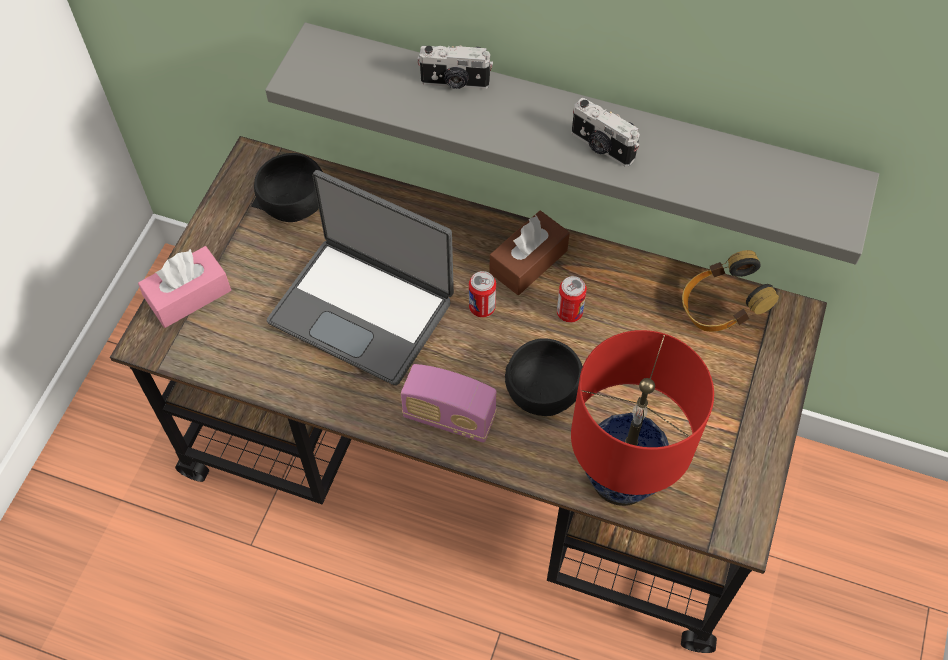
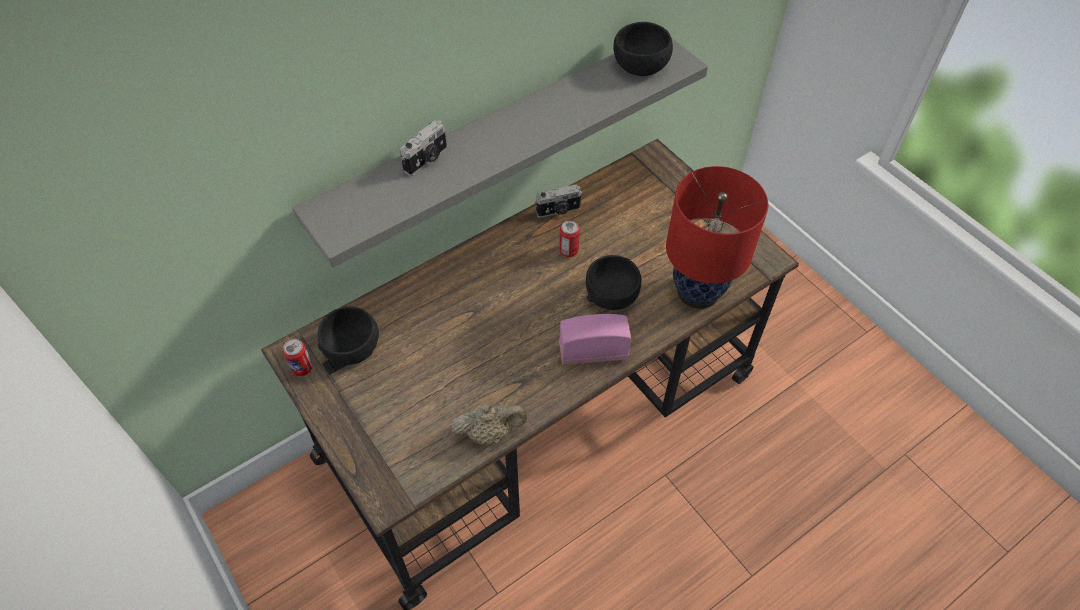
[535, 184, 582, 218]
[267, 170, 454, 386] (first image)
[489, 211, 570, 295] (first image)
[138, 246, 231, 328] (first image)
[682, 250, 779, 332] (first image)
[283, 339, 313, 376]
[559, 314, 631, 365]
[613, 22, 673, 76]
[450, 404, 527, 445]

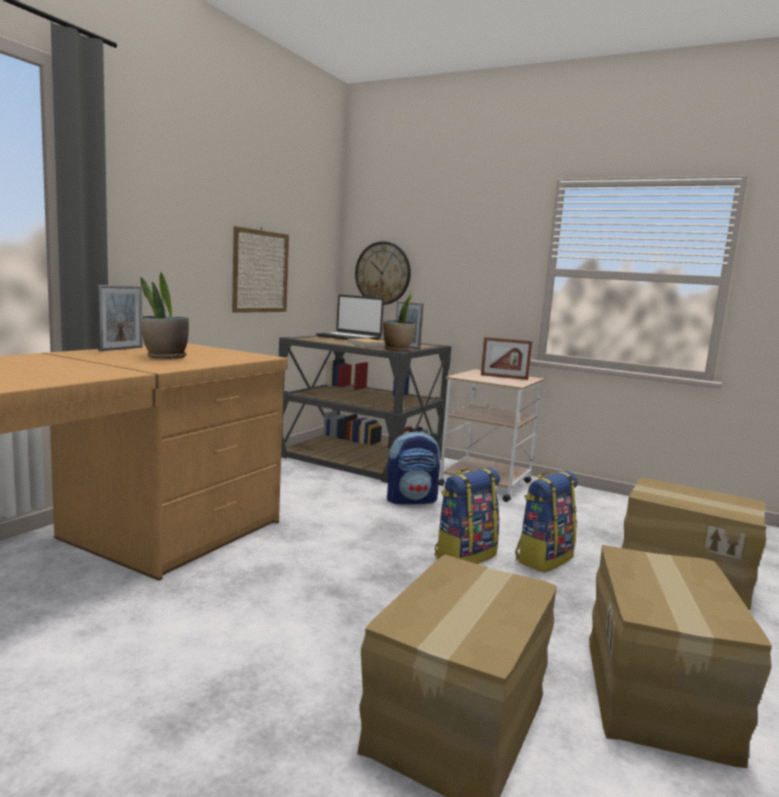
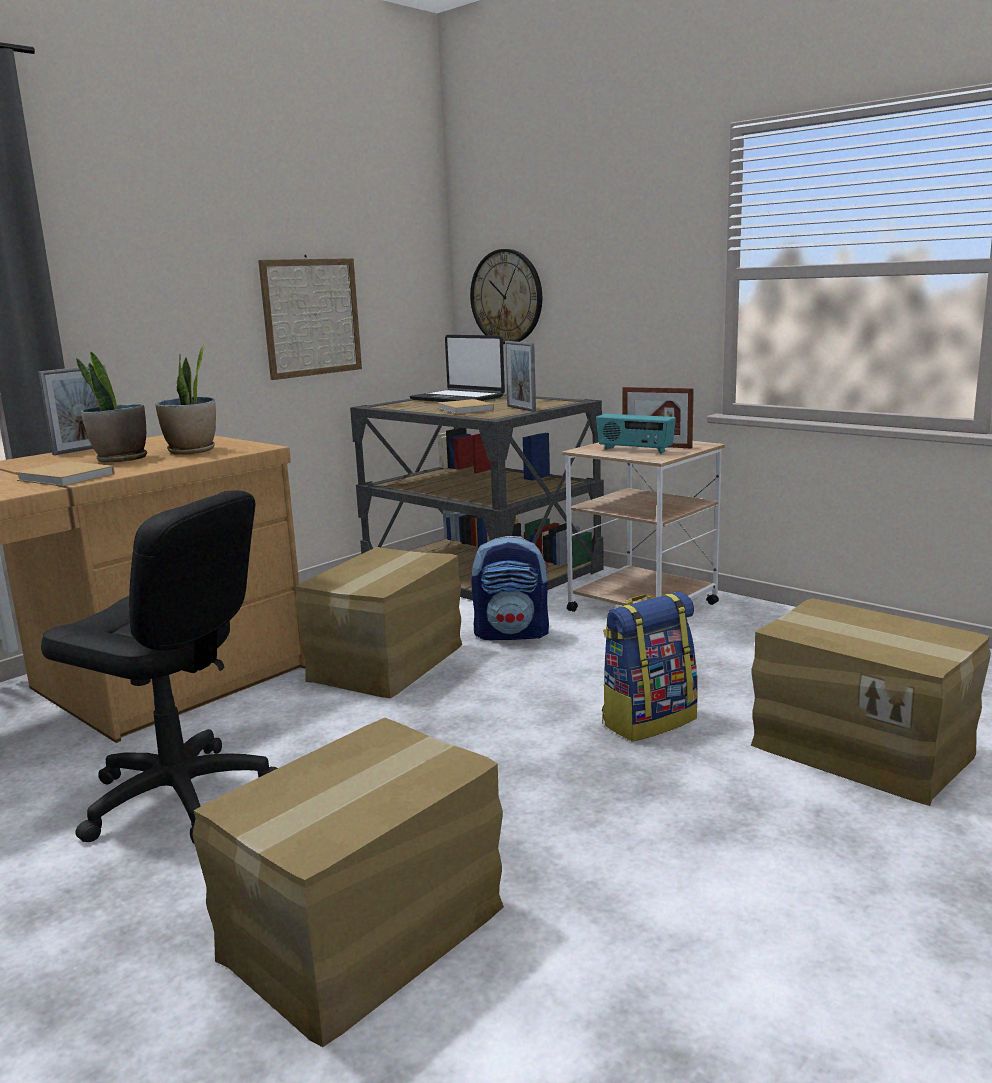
[155, 343, 216, 455]
[435, 468, 500, 564] (first image)
[295, 547, 462, 698]
[596, 414, 676, 454]
[16, 461, 115, 486]
[41, 490, 278, 845]

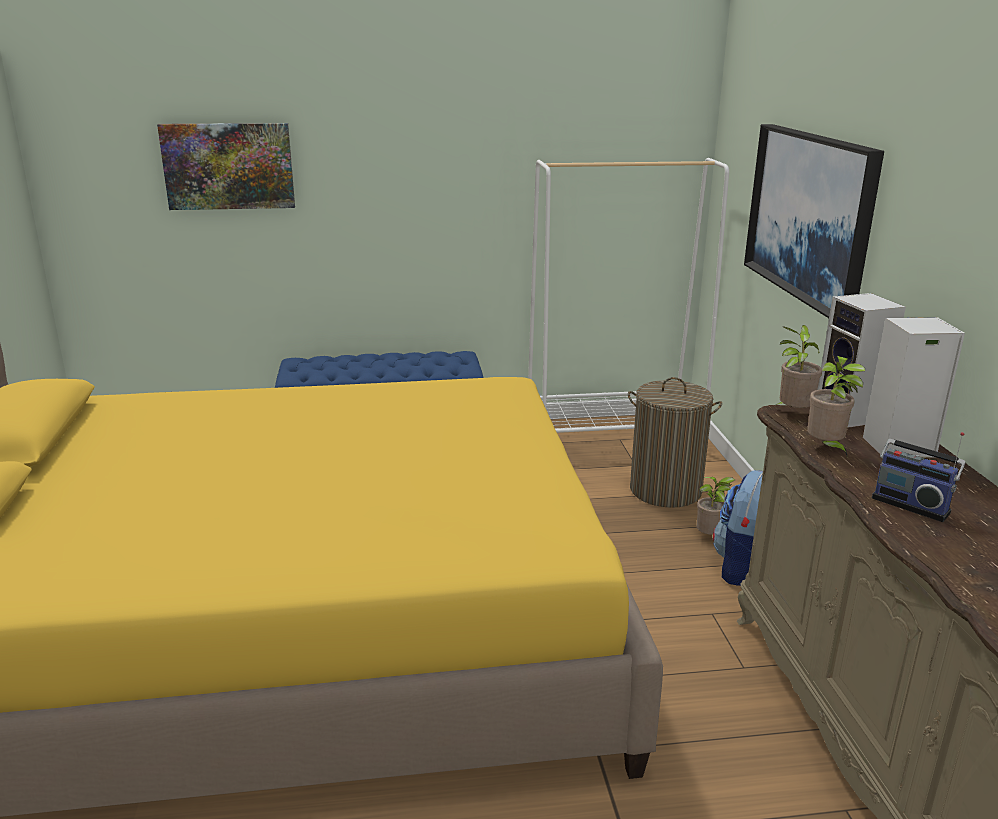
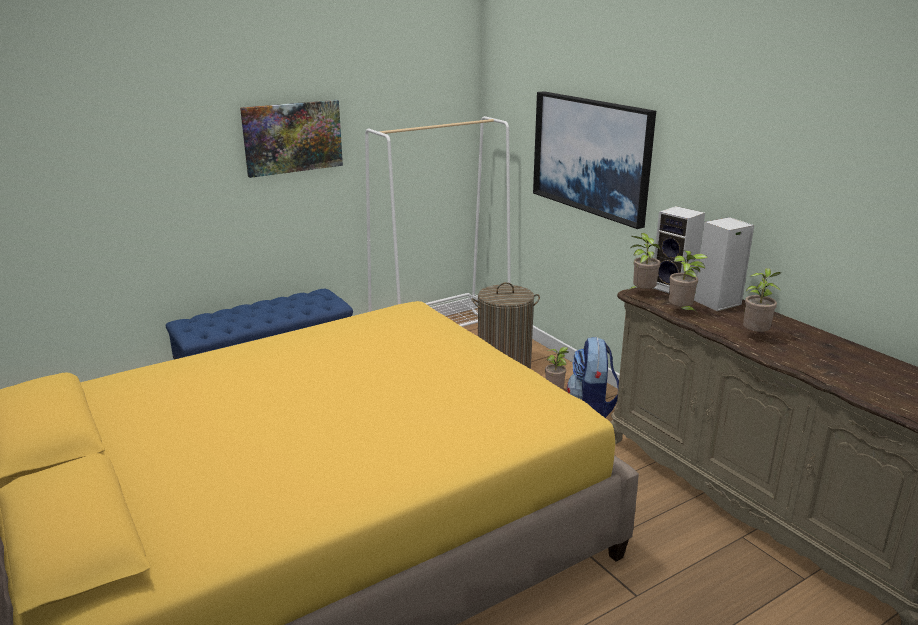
[240, 100, 343, 178]
[743, 268, 781, 332]

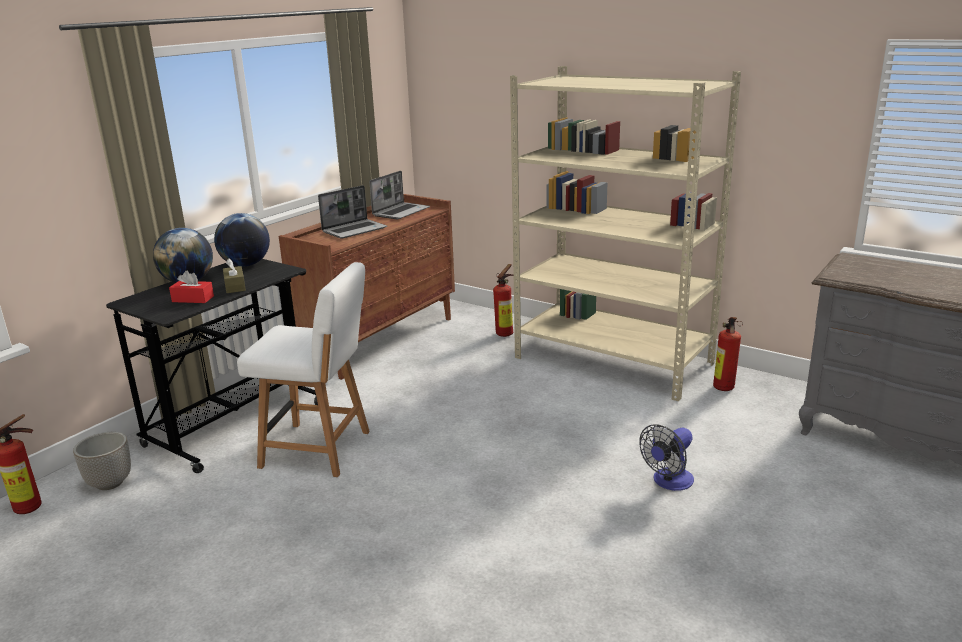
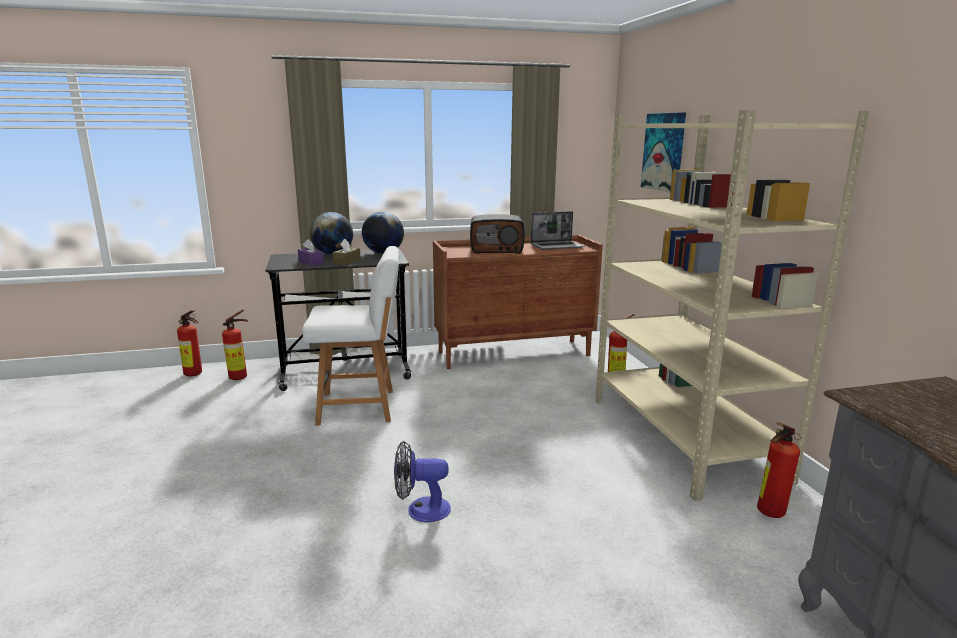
[470, 214, 525, 254]
[302, 246, 399, 426]
[298, 239, 324, 266]
[394, 441, 451, 522]
[222, 309, 248, 380]
[641, 112, 686, 193]

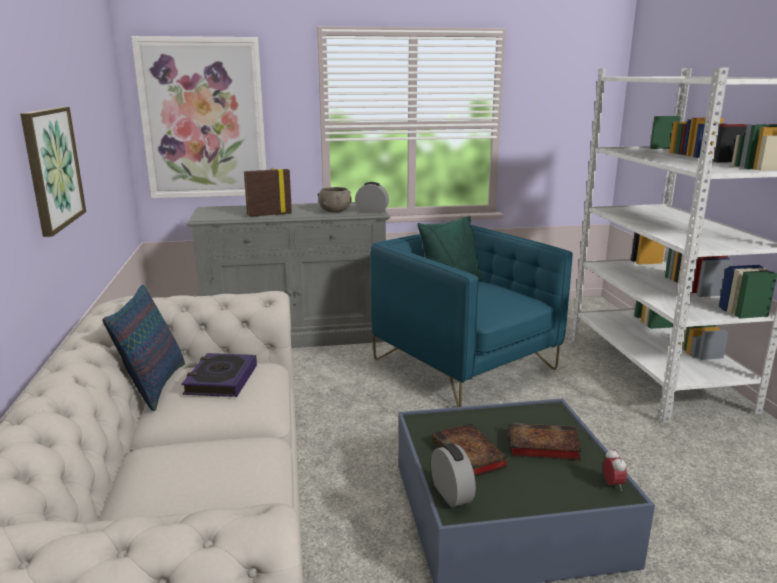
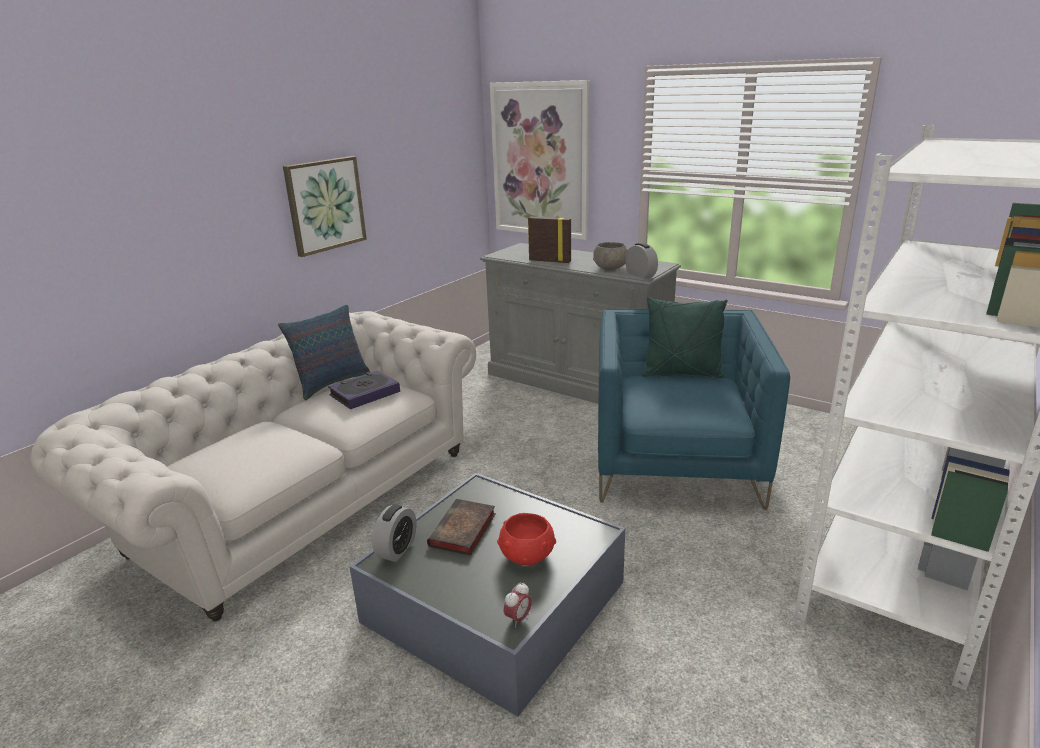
[497, 513, 556, 565]

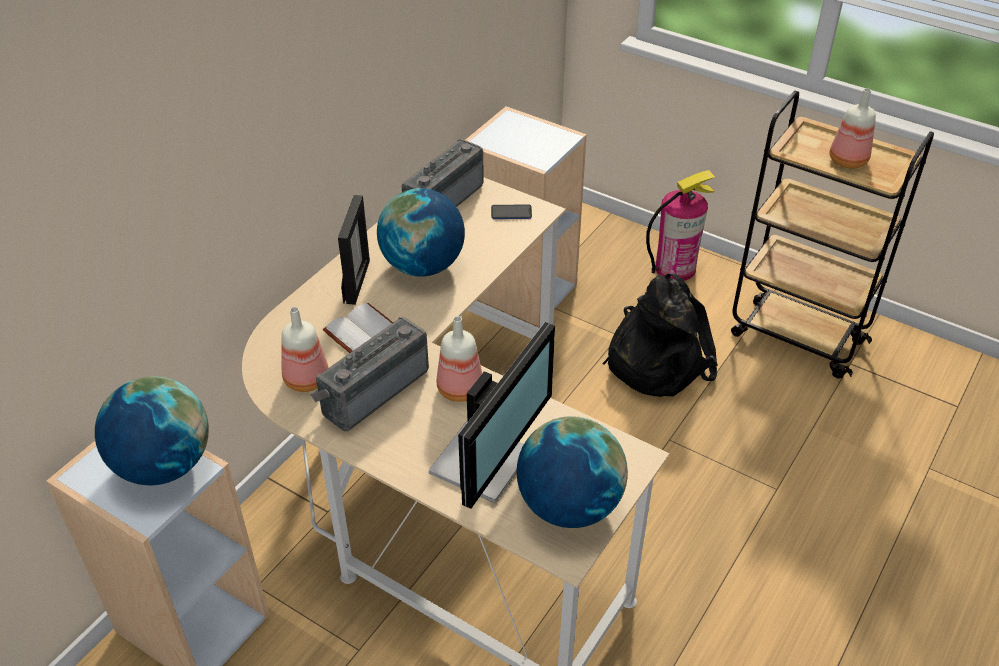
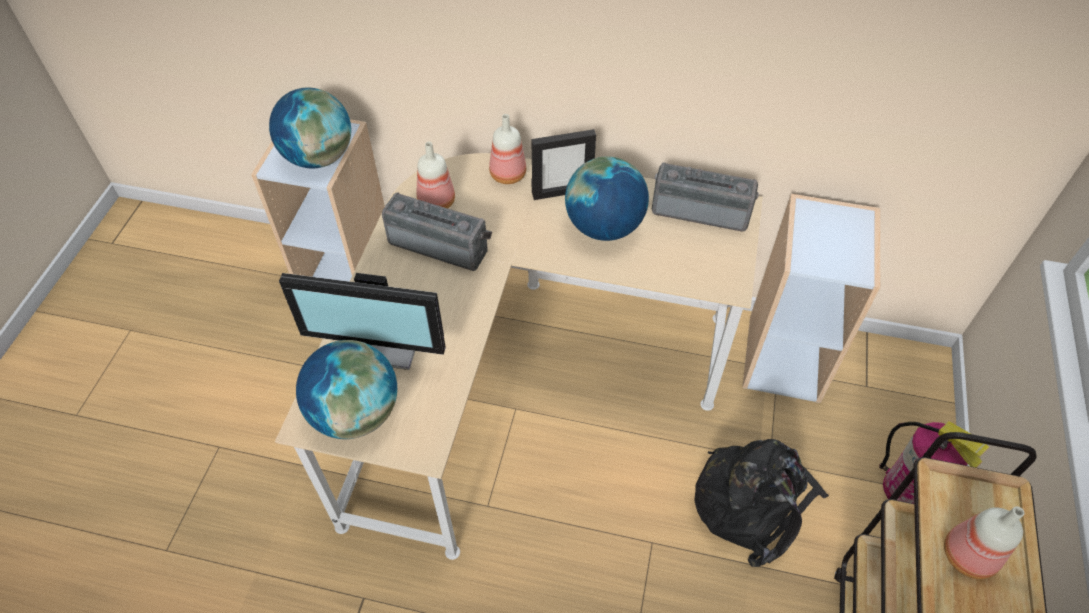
[491, 204, 532, 219] (first image)
[323, 303, 393, 353] (first image)
[489, 114, 526, 184]

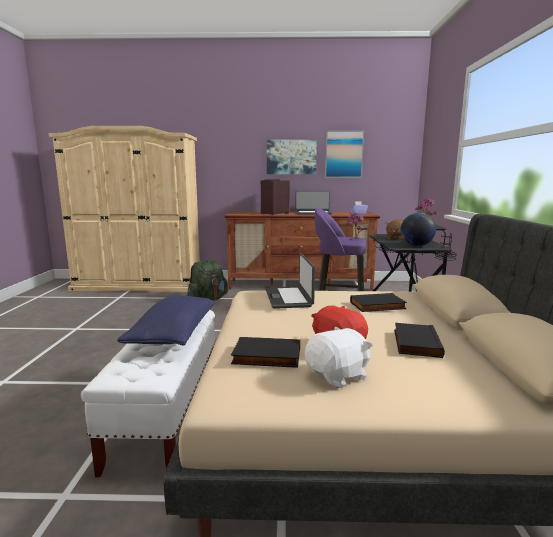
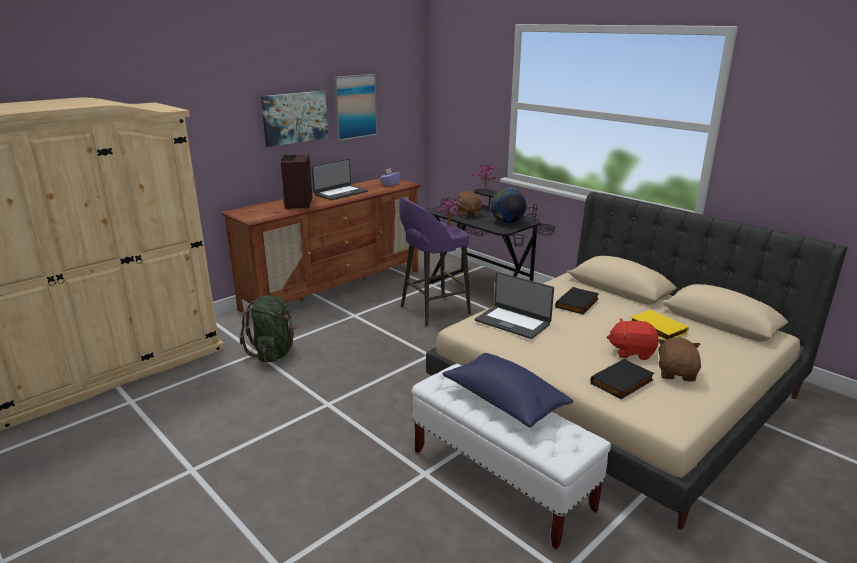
[631, 310, 689, 340]
[658, 337, 701, 382]

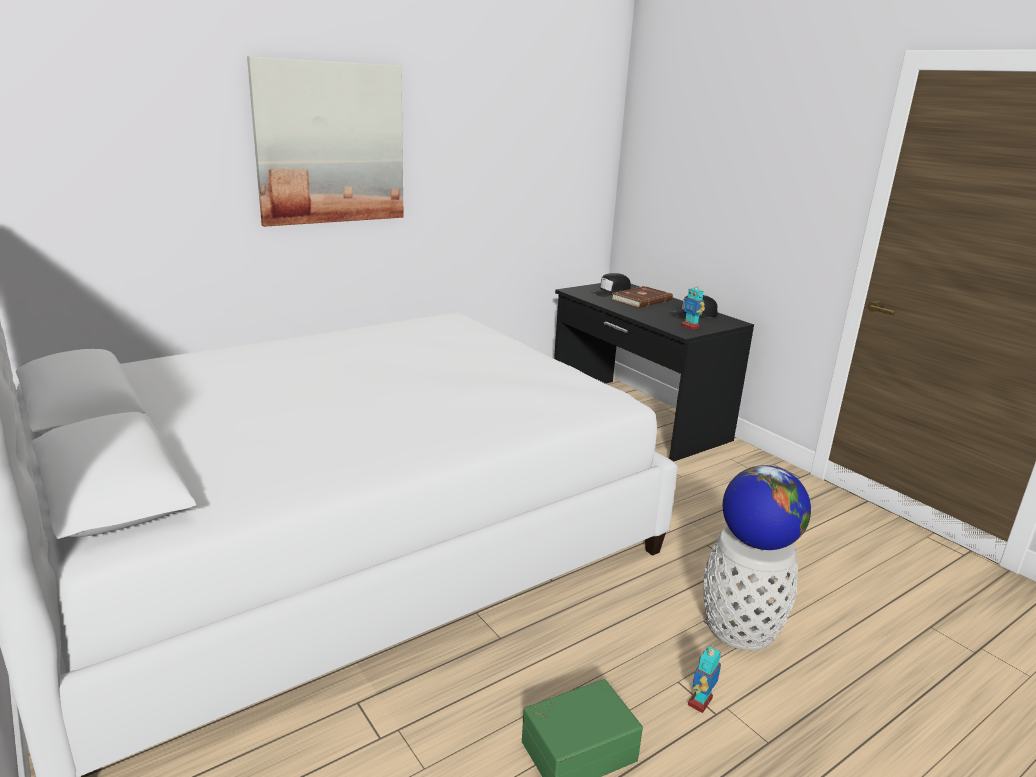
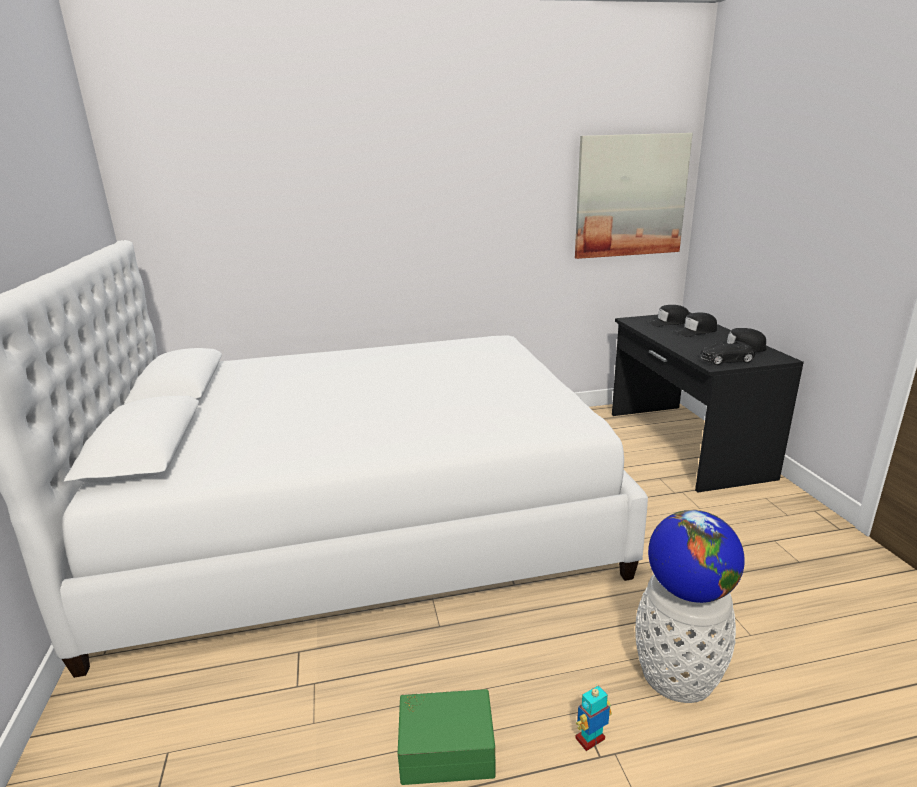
[575, 133, 693, 259]
[700, 341, 755, 365]
[672, 313, 717, 337]

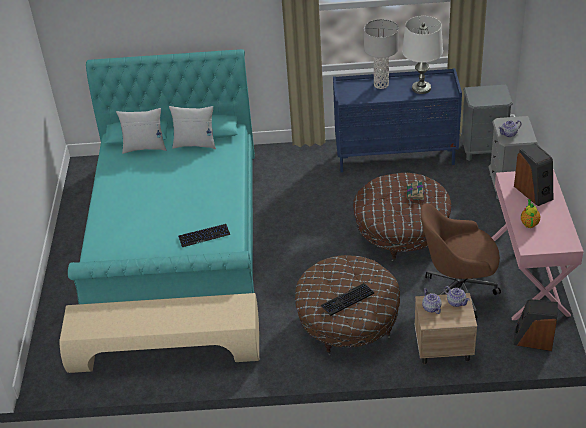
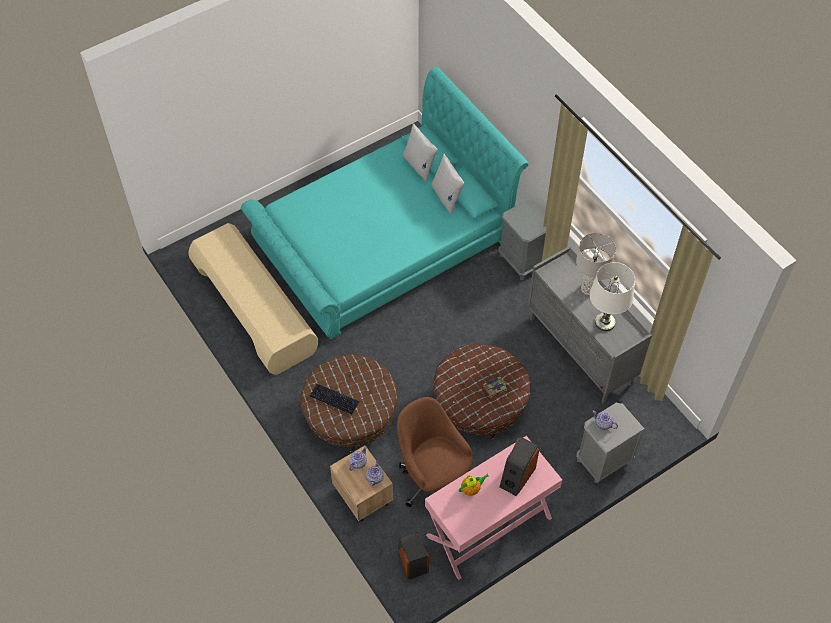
[528, 246, 652, 404]
[498, 200, 547, 281]
[178, 224, 230, 247] (first image)

